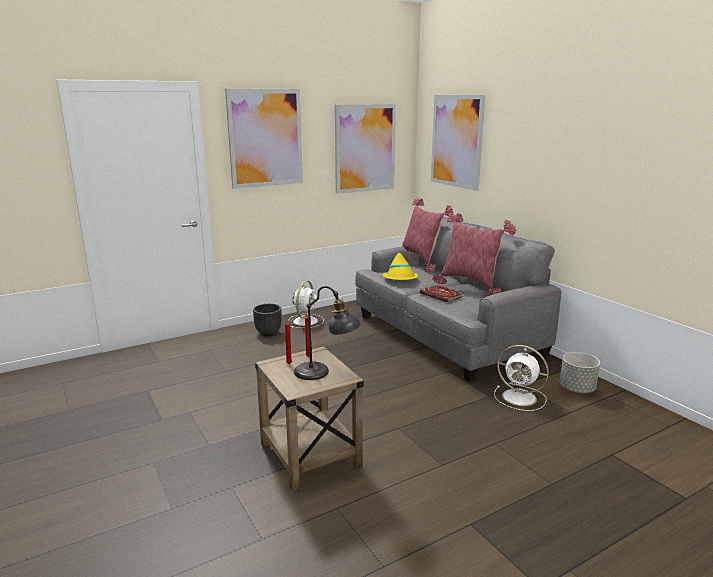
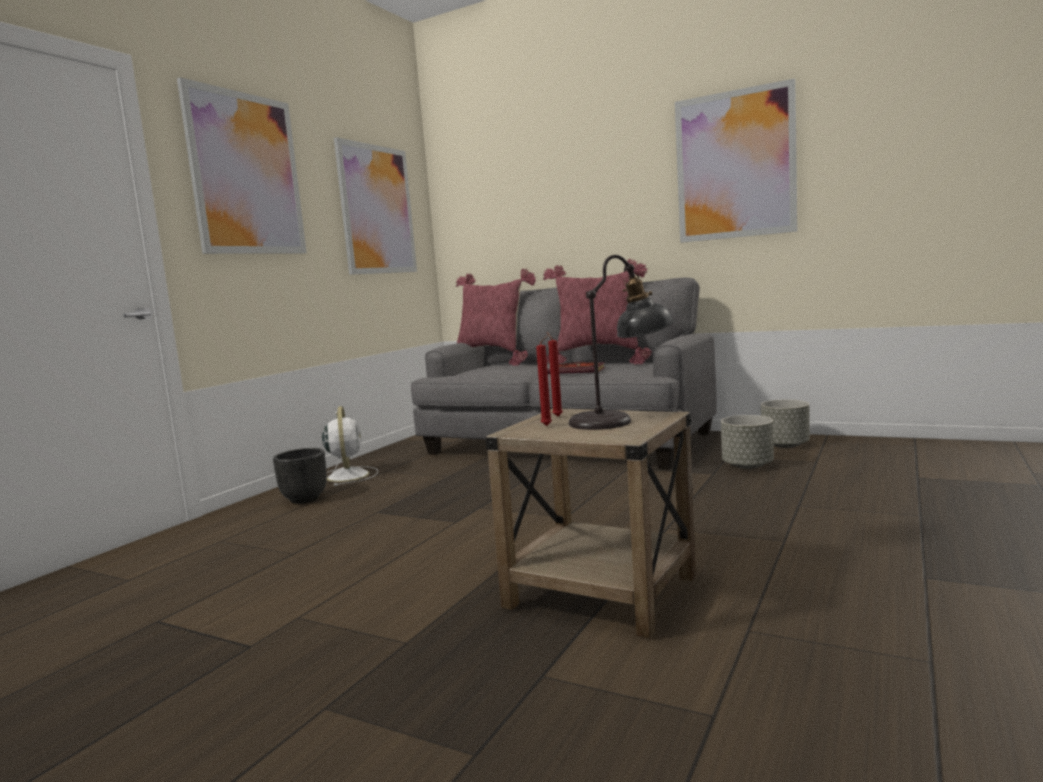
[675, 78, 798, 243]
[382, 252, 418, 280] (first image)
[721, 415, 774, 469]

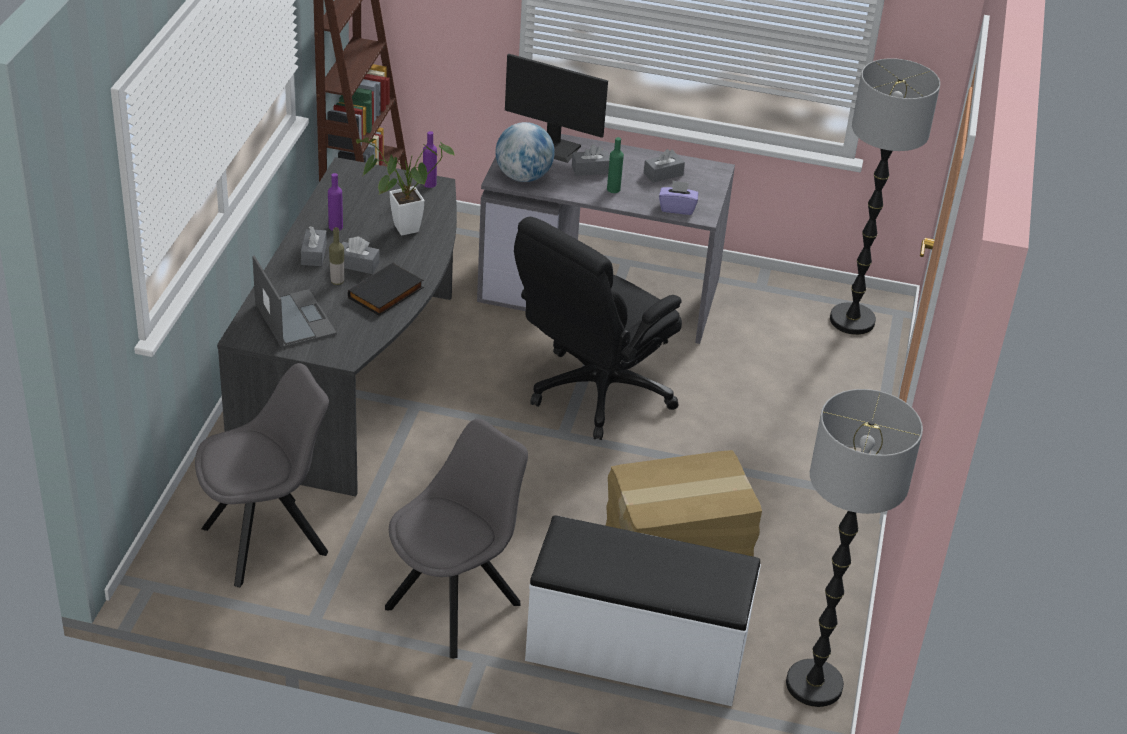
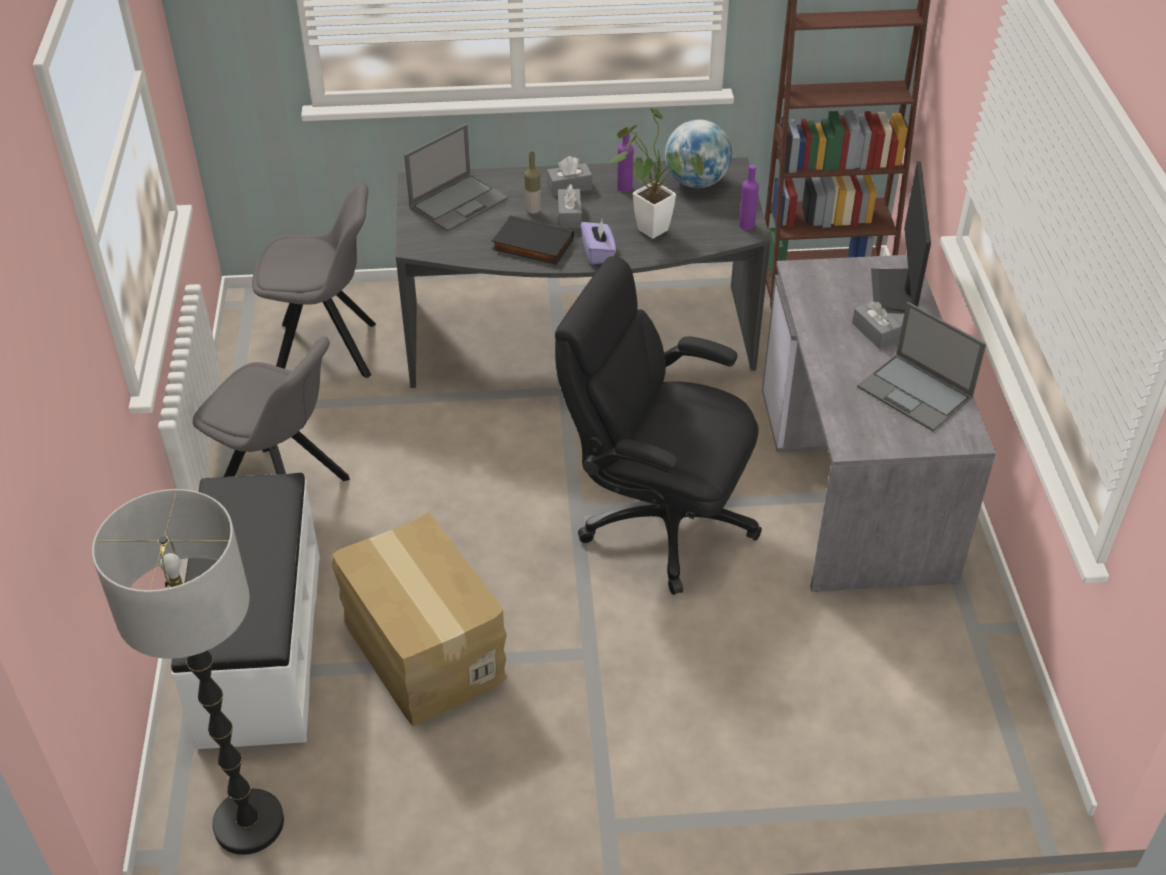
[830, 58, 940, 335] (first image)
[665, 119, 732, 188]
[607, 137, 624, 193] (first image)
[857, 302, 986, 431]
[581, 220, 616, 265]
[252, 182, 376, 378]

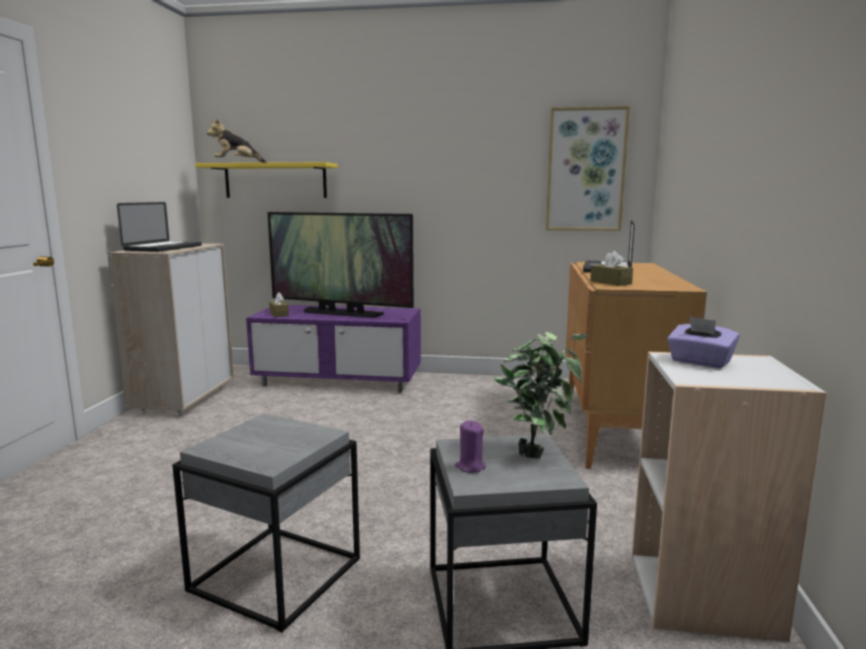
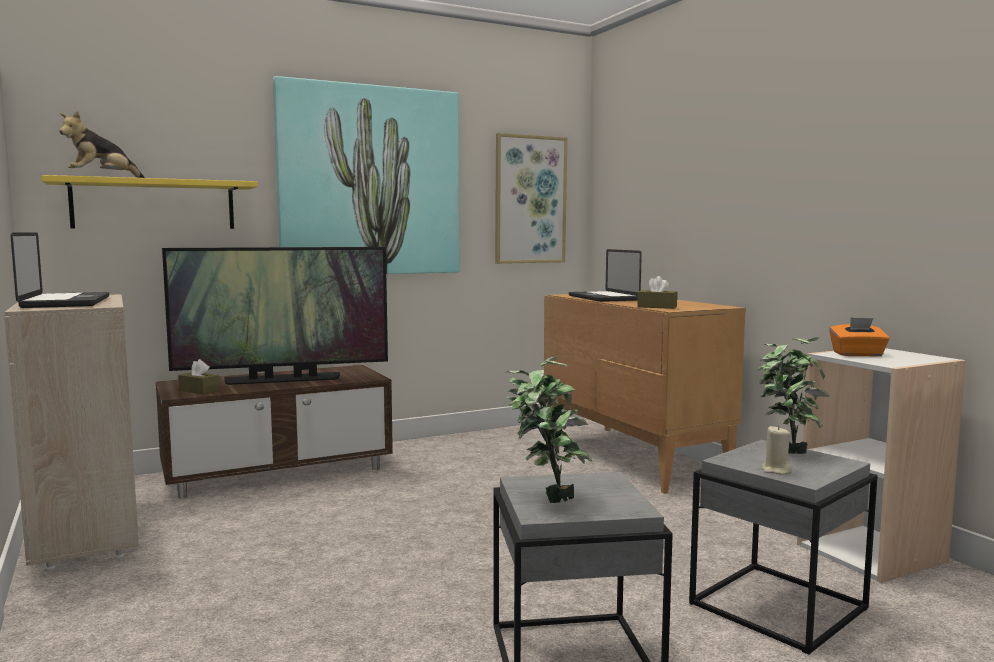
[156, 365, 393, 499]
[829, 317, 890, 357]
[761, 425, 792, 474]
[273, 76, 460, 274]
[507, 356, 593, 503]

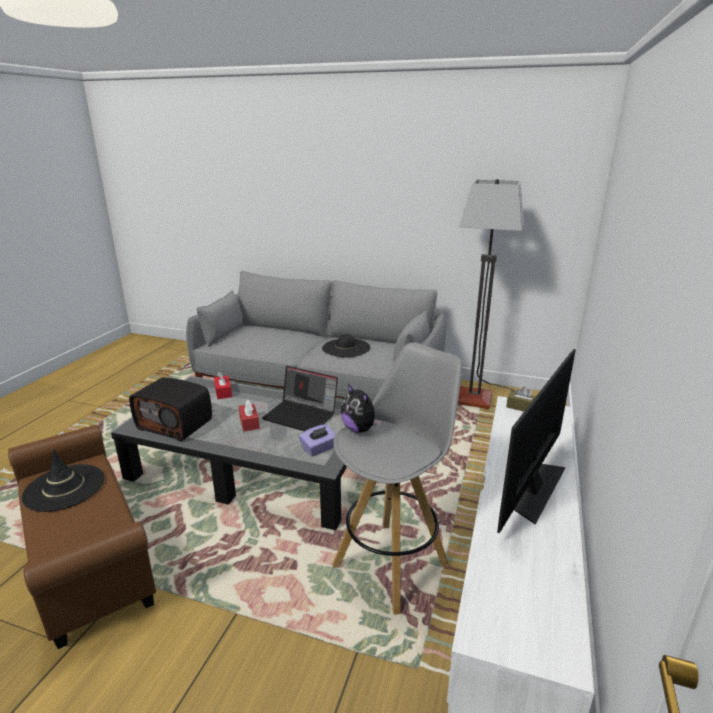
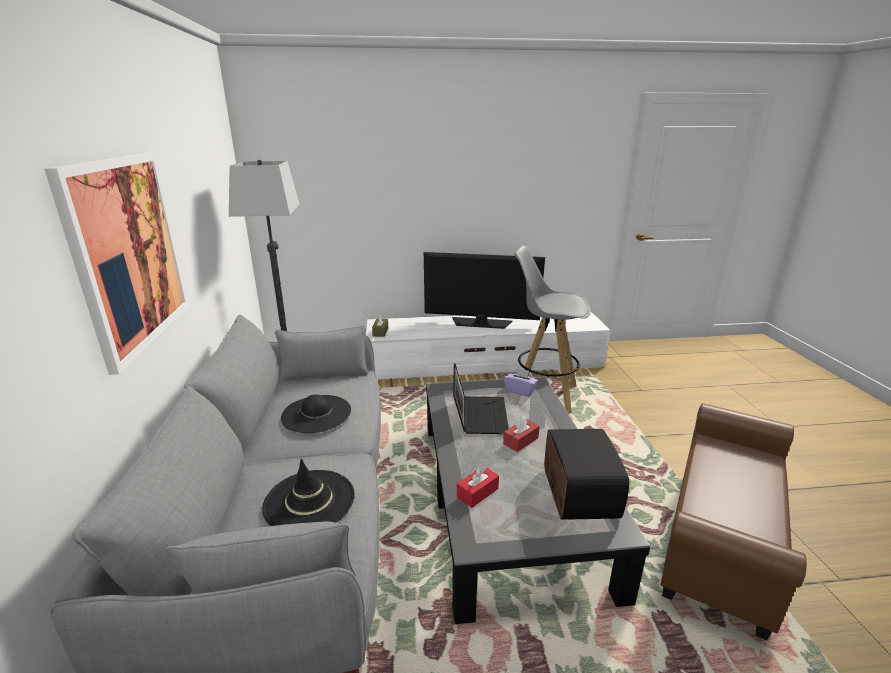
[341, 384, 381, 433] (first image)
[262, 459, 355, 526]
[44, 153, 189, 375]

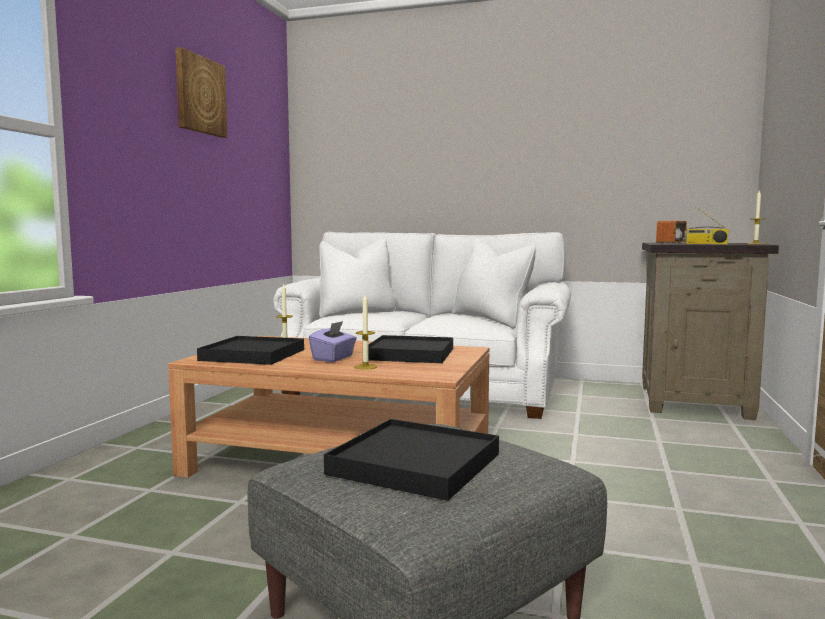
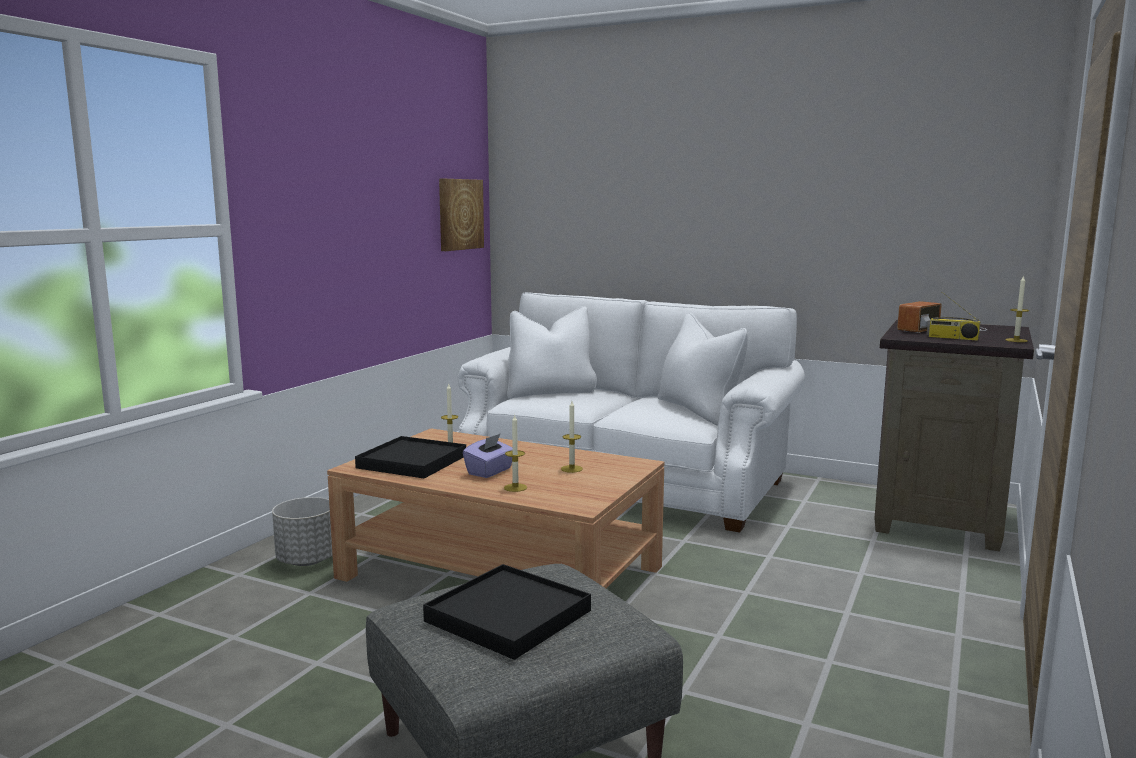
[439, 179, 484, 251]
[561, 401, 583, 473]
[272, 497, 333, 566]

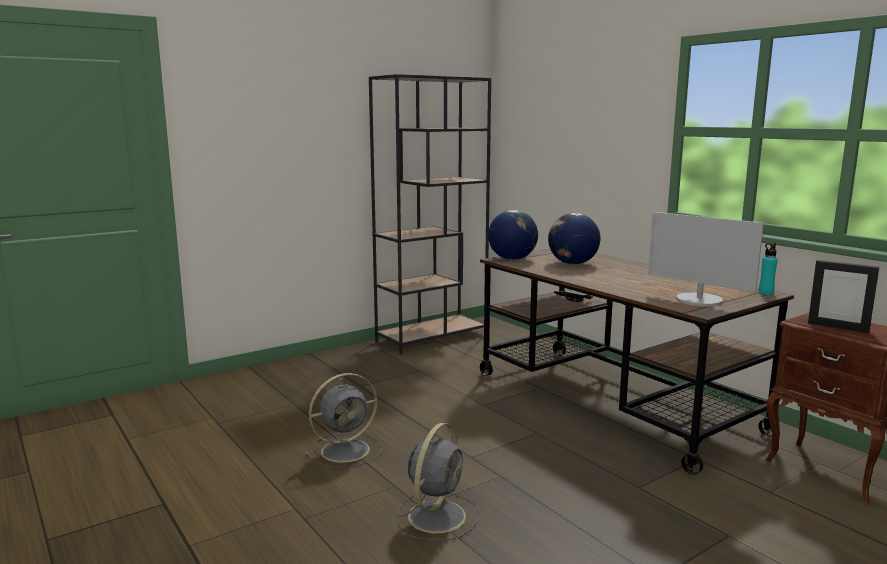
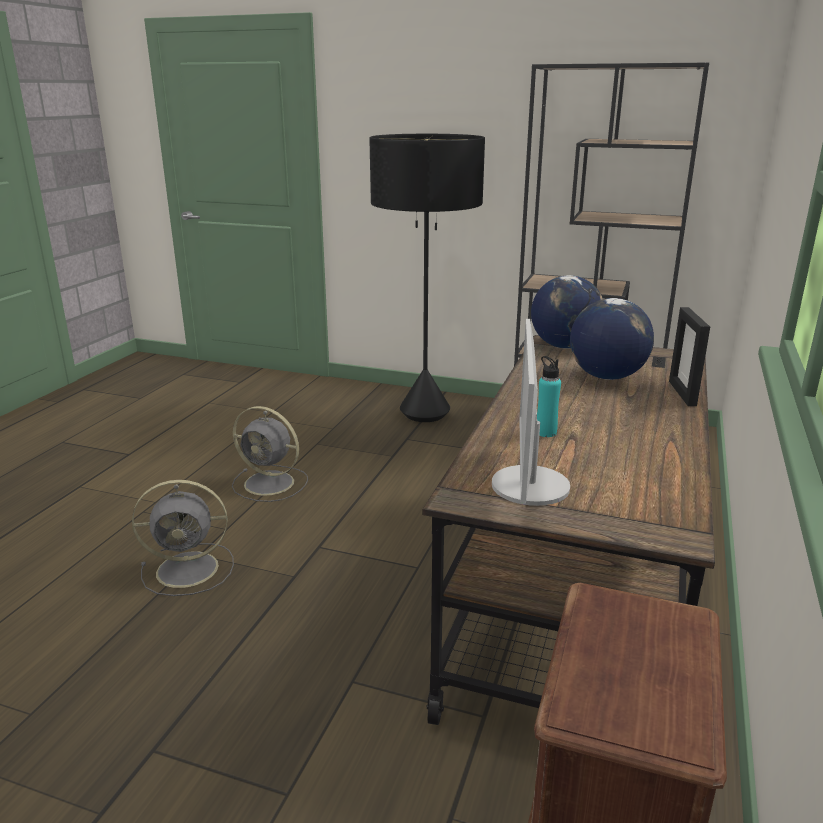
[537, 356, 561, 437]
[669, 307, 710, 406]
[369, 134, 485, 422]

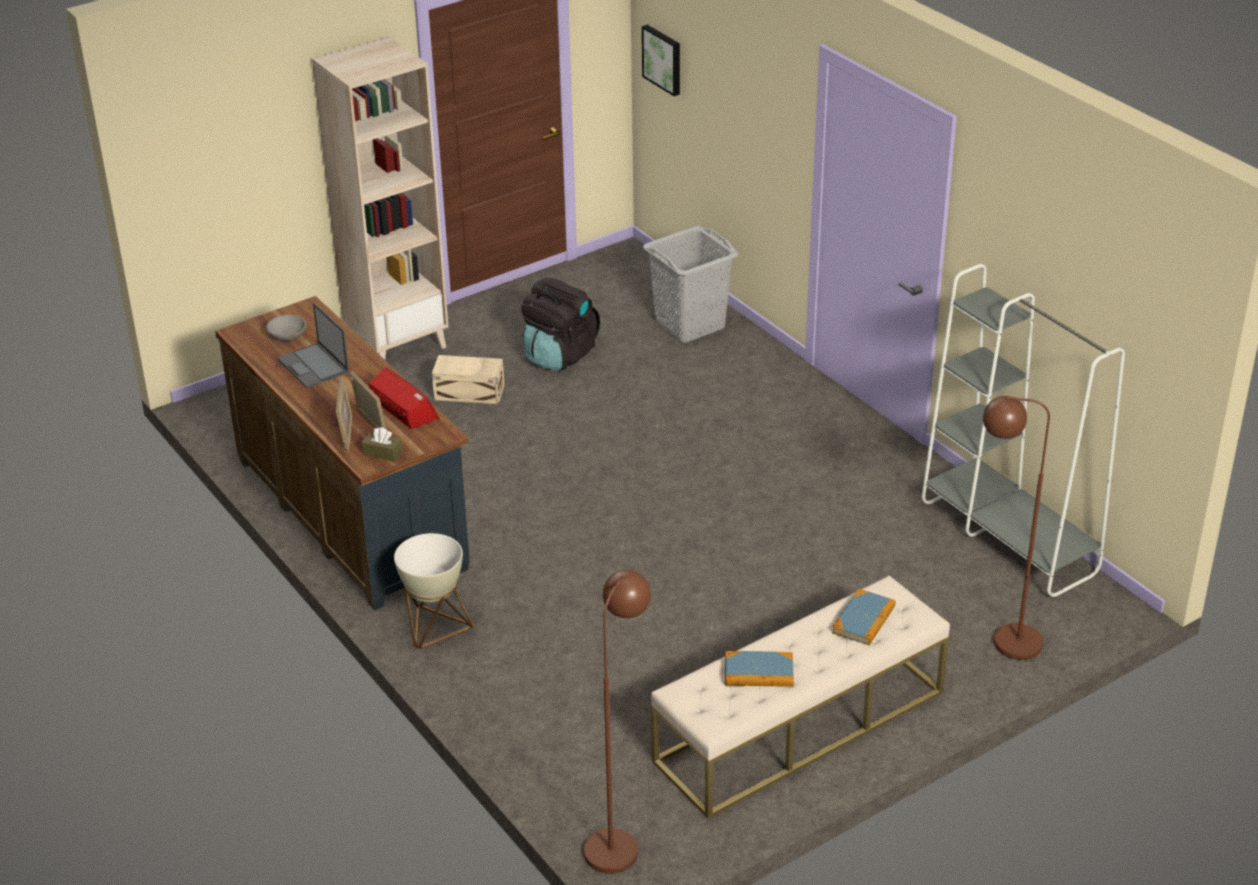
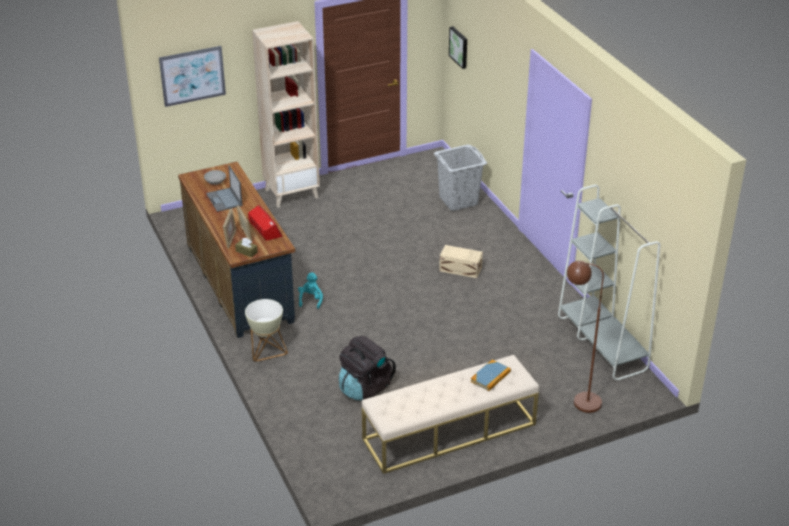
[339, 336, 396, 401]
[439, 245, 483, 278]
[584, 570, 651, 874] (first image)
[725, 651, 794, 687] (first image)
[159, 46, 226, 107]
[298, 272, 323, 309]

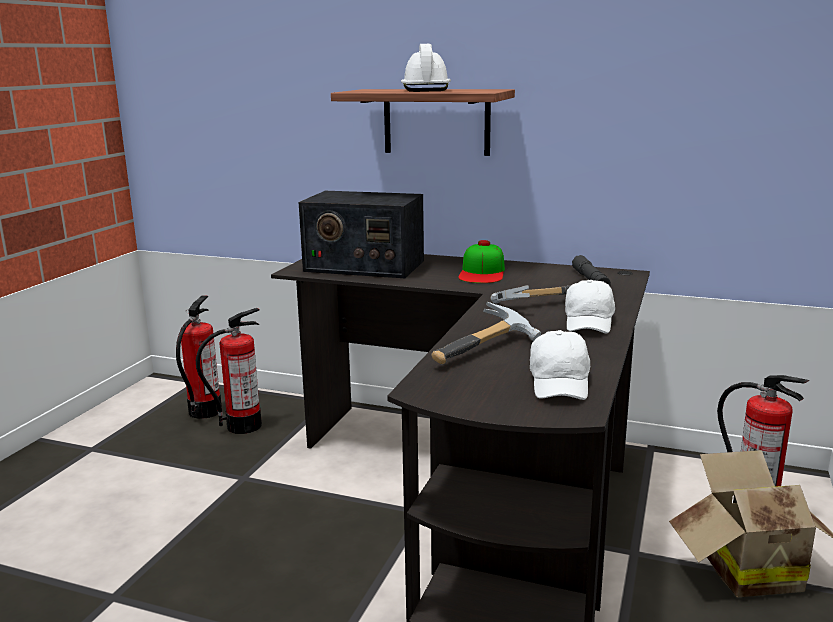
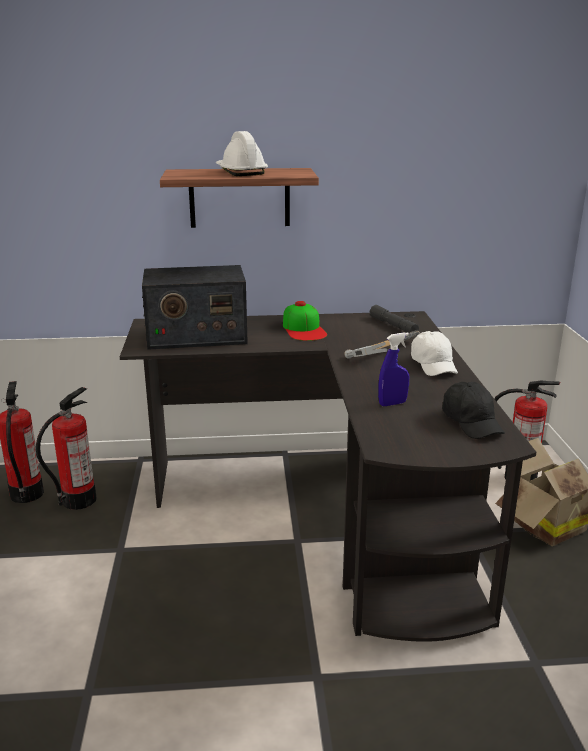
[378, 332, 409, 406]
[442, 382, 505, 439]

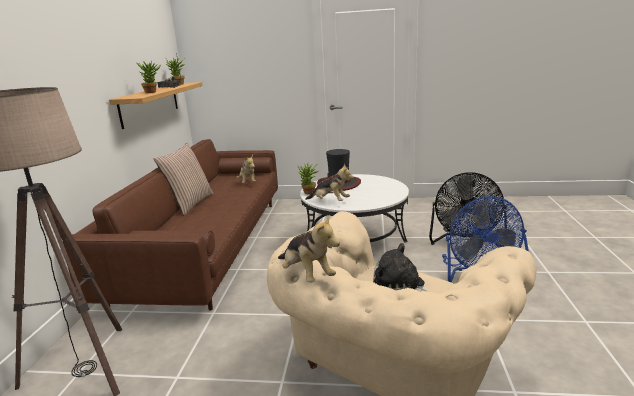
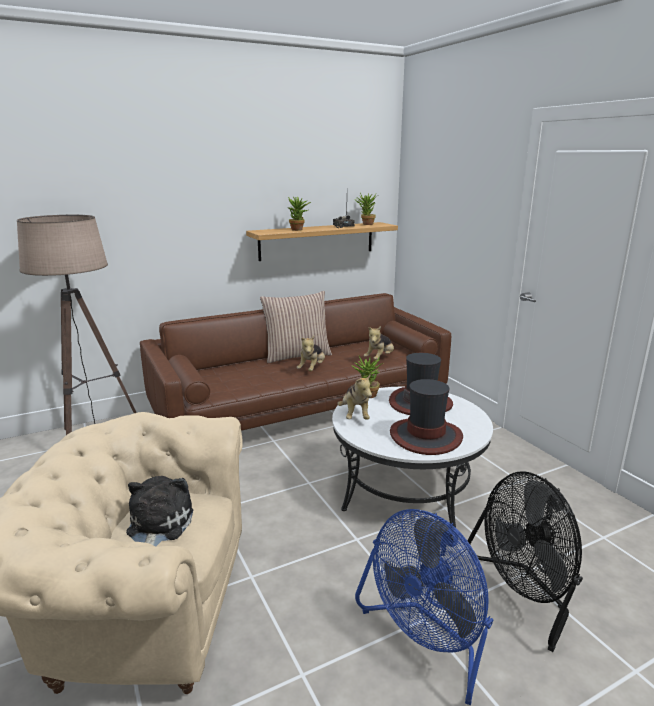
[297, 336, 325, 371]
[390, 379, 463, 455]

